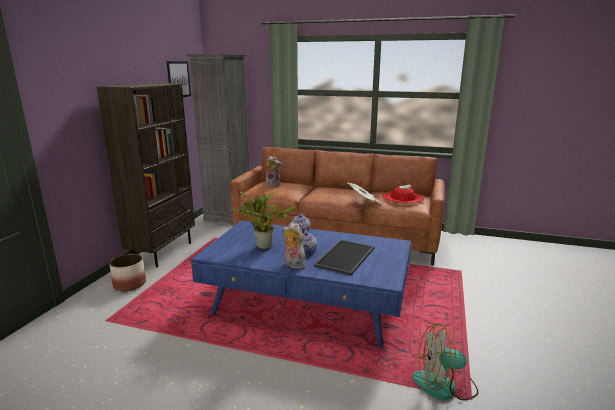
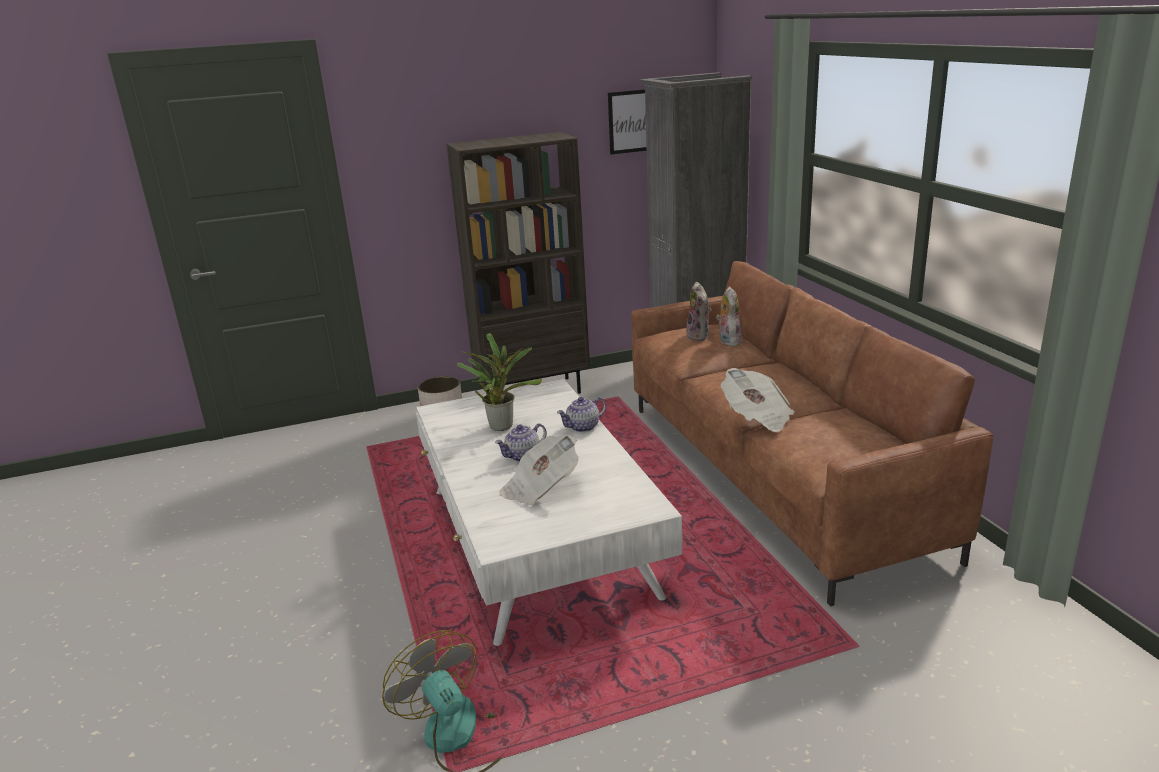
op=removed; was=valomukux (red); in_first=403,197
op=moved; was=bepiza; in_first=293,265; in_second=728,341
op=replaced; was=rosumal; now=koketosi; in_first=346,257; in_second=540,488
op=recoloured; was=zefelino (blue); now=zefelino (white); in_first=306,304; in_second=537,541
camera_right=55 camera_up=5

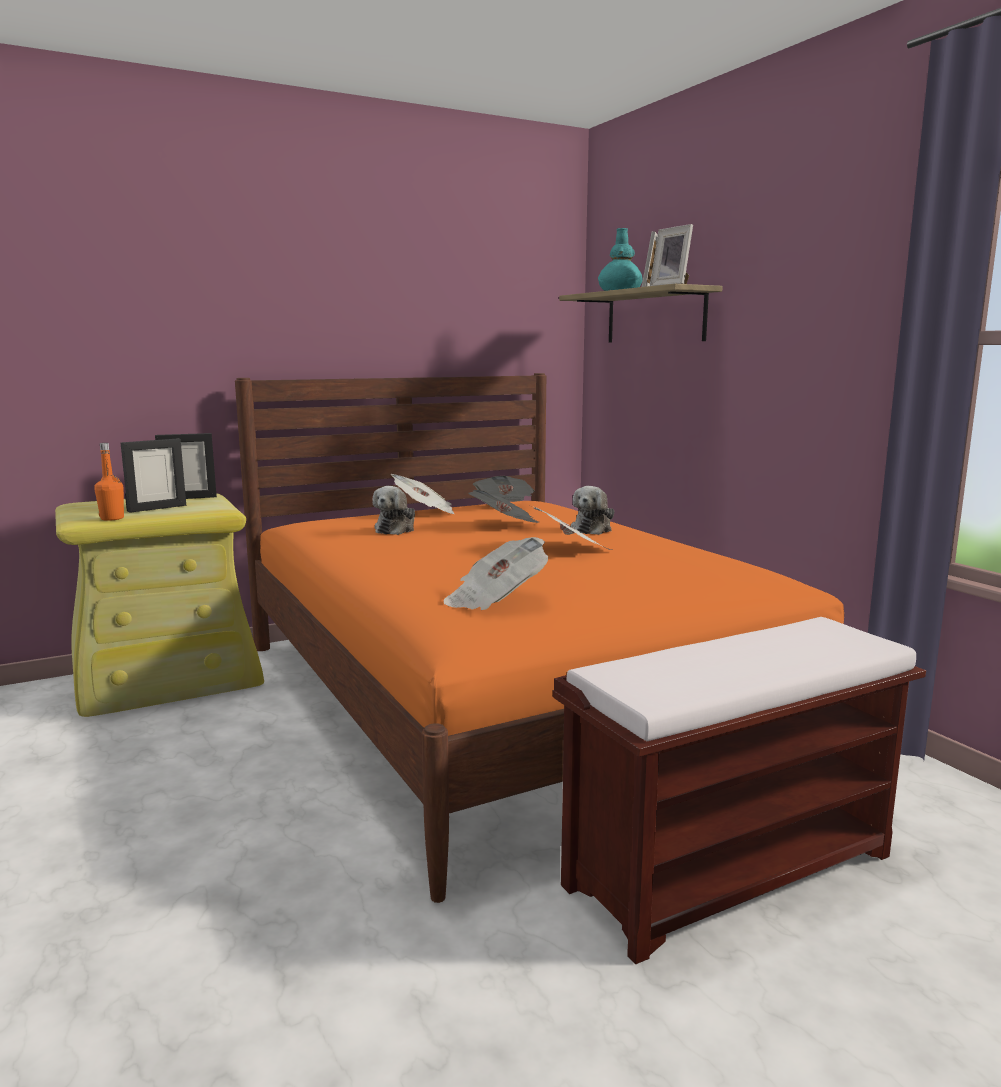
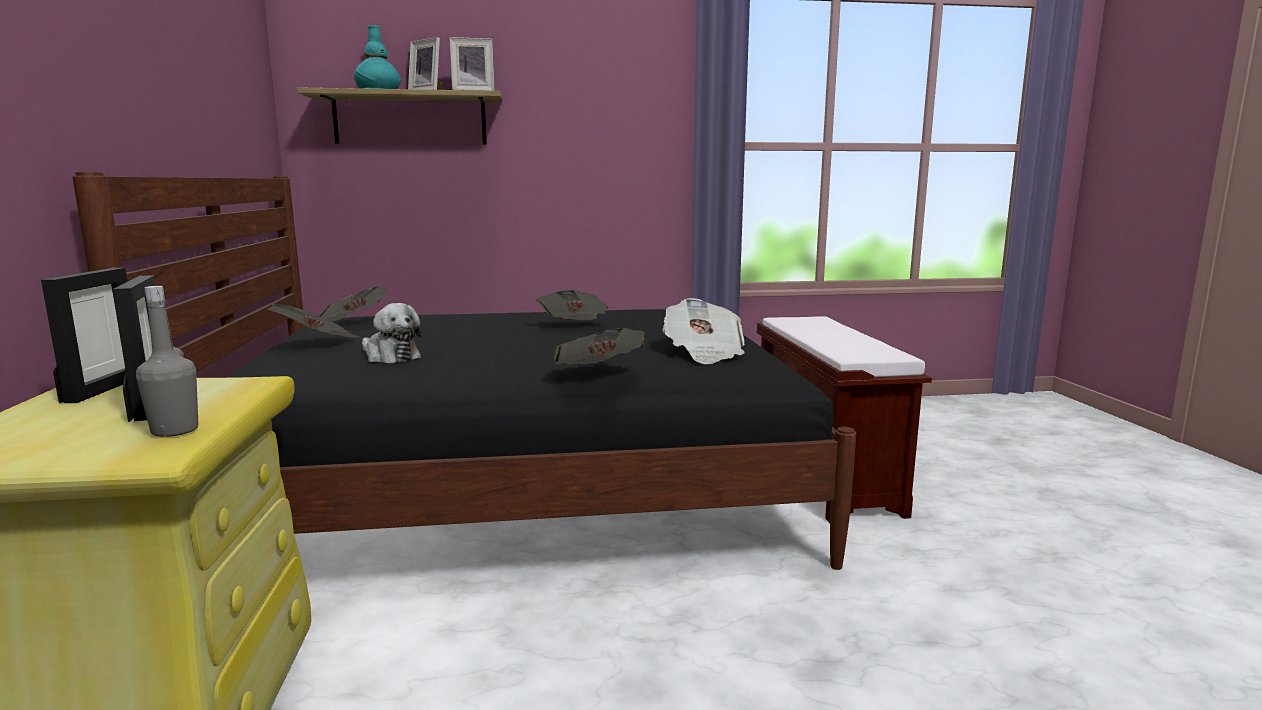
op=removed; was=bepiza; in_first=592,529
op=moved; was=koketosi; in_first=505,526; in_second=598,374
op=recoloured; was=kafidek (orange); now=kafidek (grey); in_first=112,518; in_second=175,430
op=recoloured; was=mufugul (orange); now=mufugul (black); in_first=506,698; in_second=521,491
camera_right=-70 camera_up=0

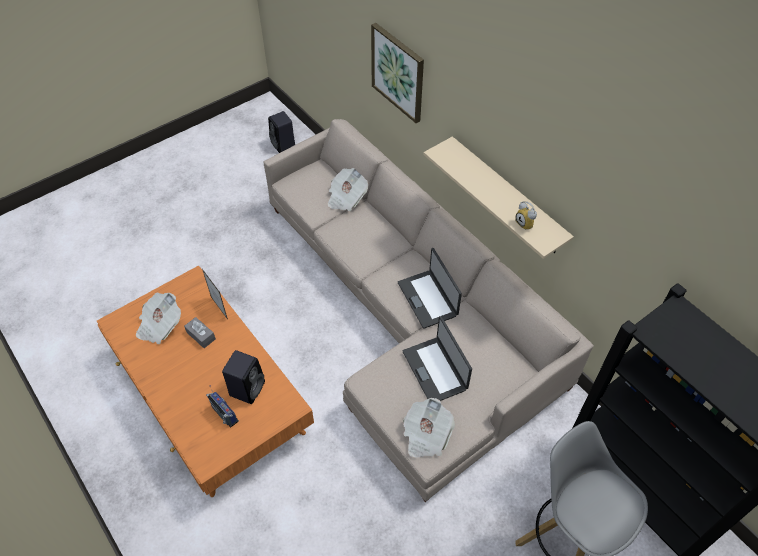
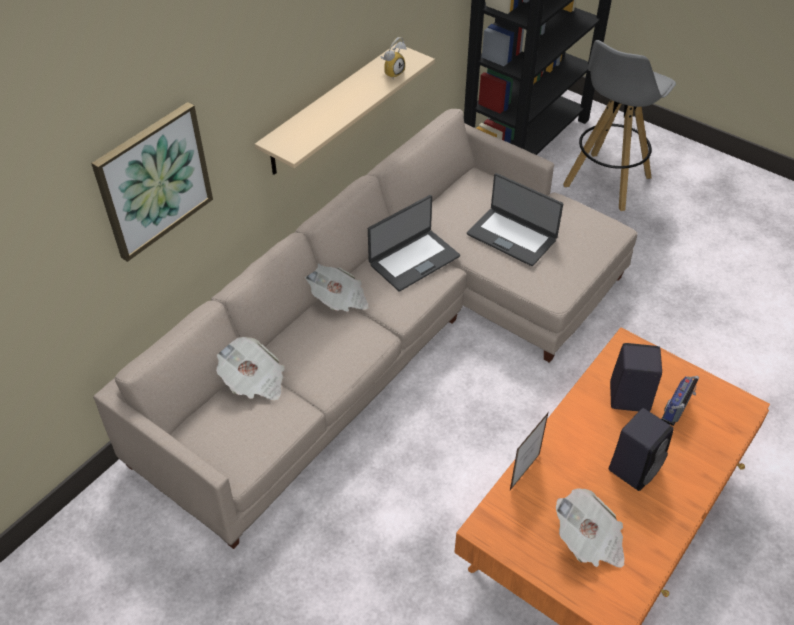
op=removed; was=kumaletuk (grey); in_first=201,335
op=moved; was=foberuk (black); in_first=283,145; in_second=635,467
op=moved; was=koketosi; in_first=426,435; in_second=339,299
op=turned; was=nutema; in_first=435,370; in_second=512,236; clockwise=75
camera_right=-105 camera_up=-5

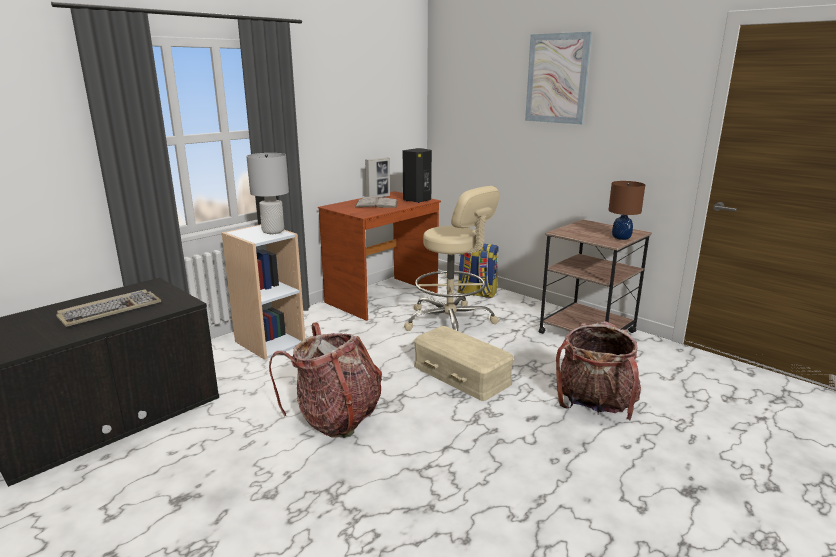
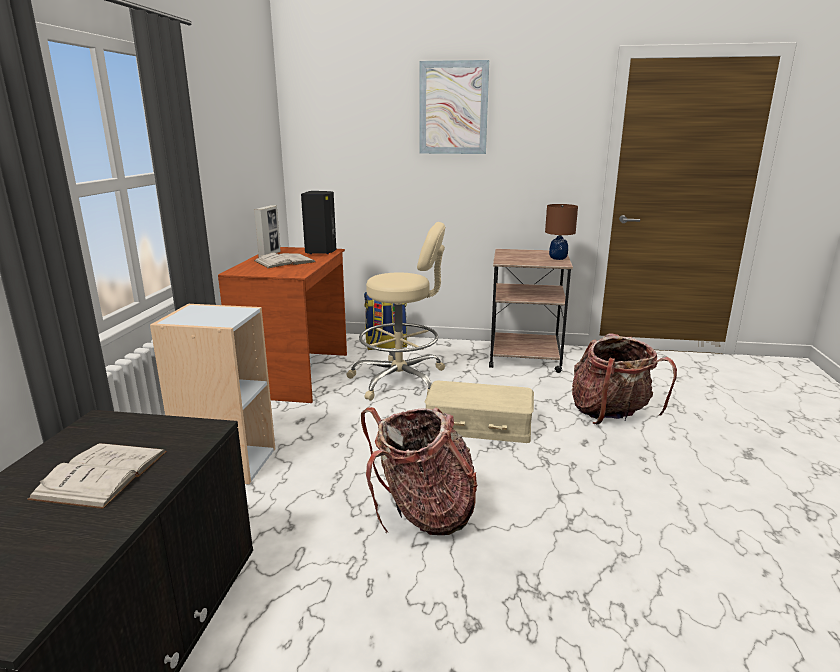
op=removed; was=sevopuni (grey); in_first=273,233
op=replaced; was=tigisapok; now=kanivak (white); in_first=110,310; in_second=102,474
camera_right=-35 camera_up=0

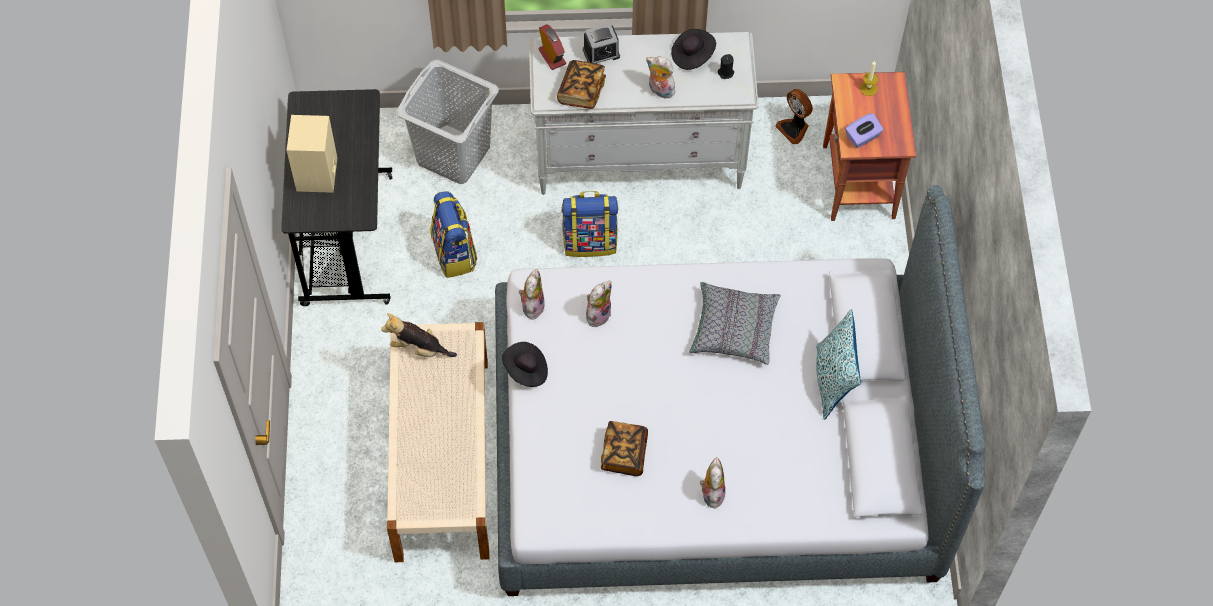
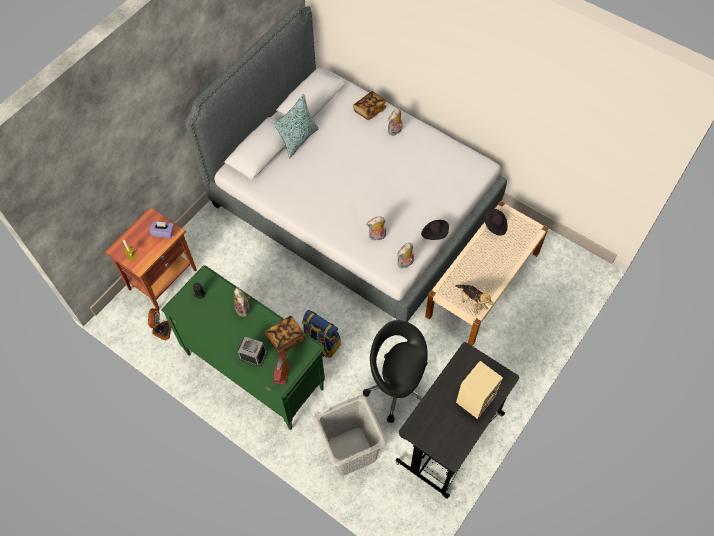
op=removed; was=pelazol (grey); in_first=734,329
op=moved; was=kanivak; in_first=624,454; in_second=369,110
op=moved; was=valomukux (black); in_first=692,55; in_second=494,226
op=replaced; was=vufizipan; now=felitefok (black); in_first=455,254; in_second=397,387
op=recoloured; was=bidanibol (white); now=bidanibol (green); in_first=641,160; in_second=254,370
camera_right=-140 camera_up=0

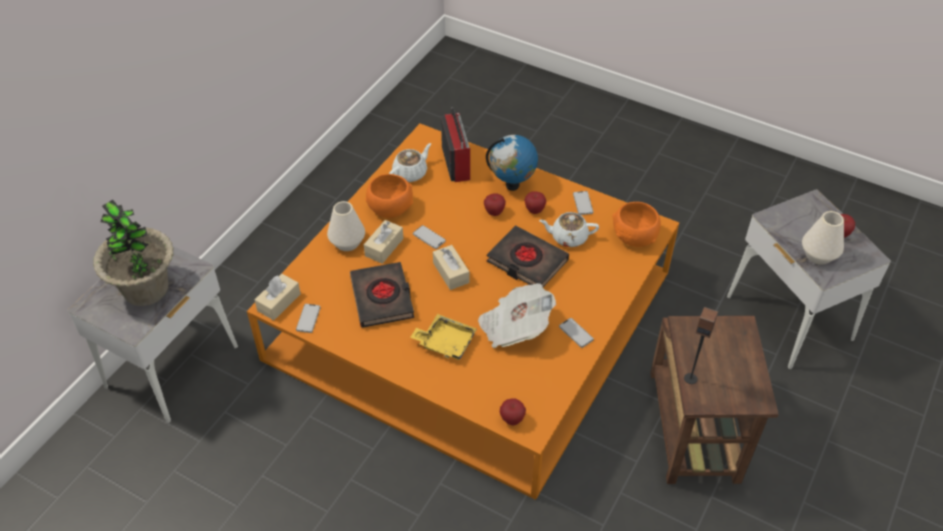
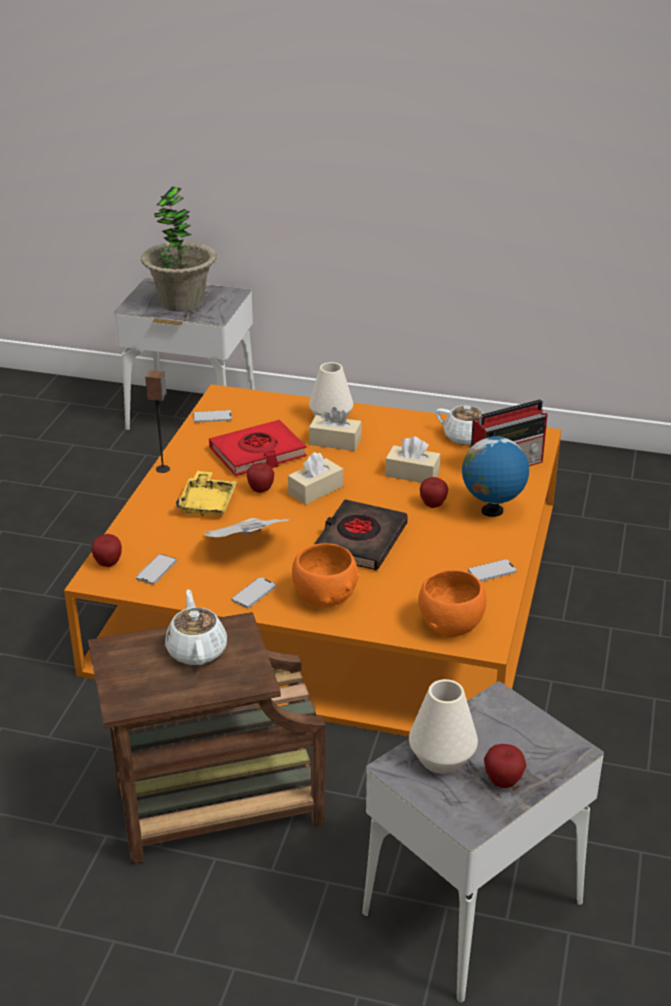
op=moved; was=kumaletuk (beige); in_first=279,302; in_second=412,474
op=moved; was=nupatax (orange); in_first=390,208; in_second=325,596
op=moved; was=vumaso; in_first=429,237; in_second=156,570
op=moved; was=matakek; in_first=534,210; in_second=261,490
op=moved; was=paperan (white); in_first=568,237; in_second=197,650
op=moved; was=foberuk; in_first=690,378; in_second=163,469
op=recoloured; was=kanivak (black); now=kanivak (red); in_first=382,298; in_second=258,453
camera_right=75 camera_up=-15

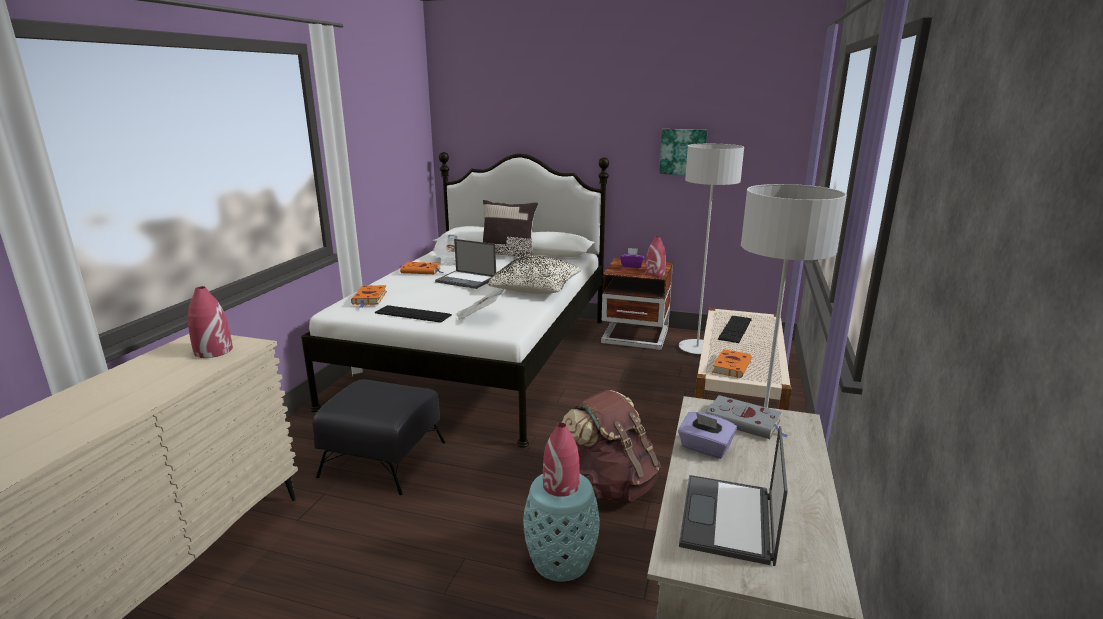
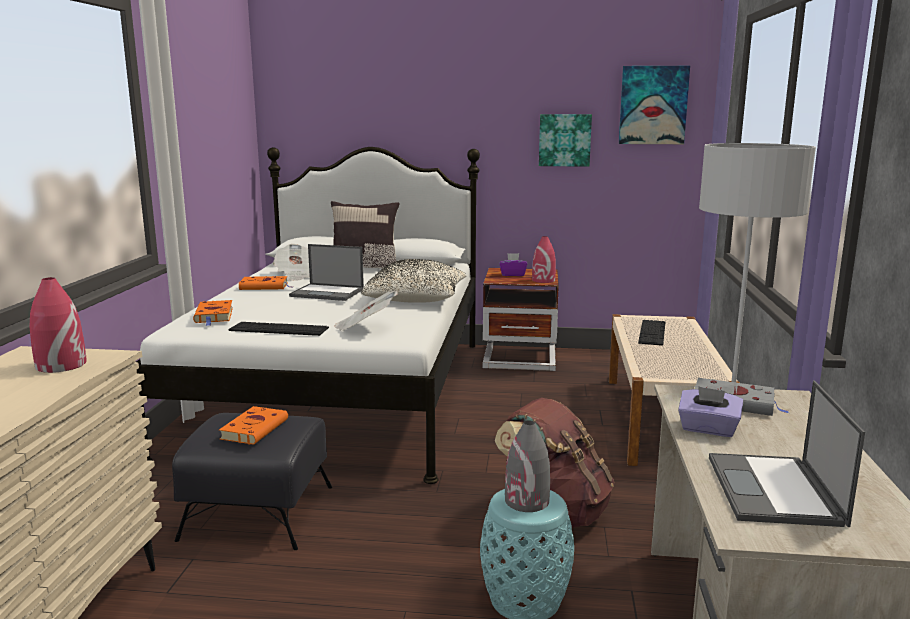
op=removed; was=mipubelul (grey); in_first=697,348
op=added; now=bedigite; in_second=653,105
op=moved; was=kanivak (orange); in_first=731,366; in_second=255,429
op=recoloured; was=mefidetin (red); now=mefidetin (grey); in_first=561,486; in_second=527,501
camera_right=-10 camera_up=-5

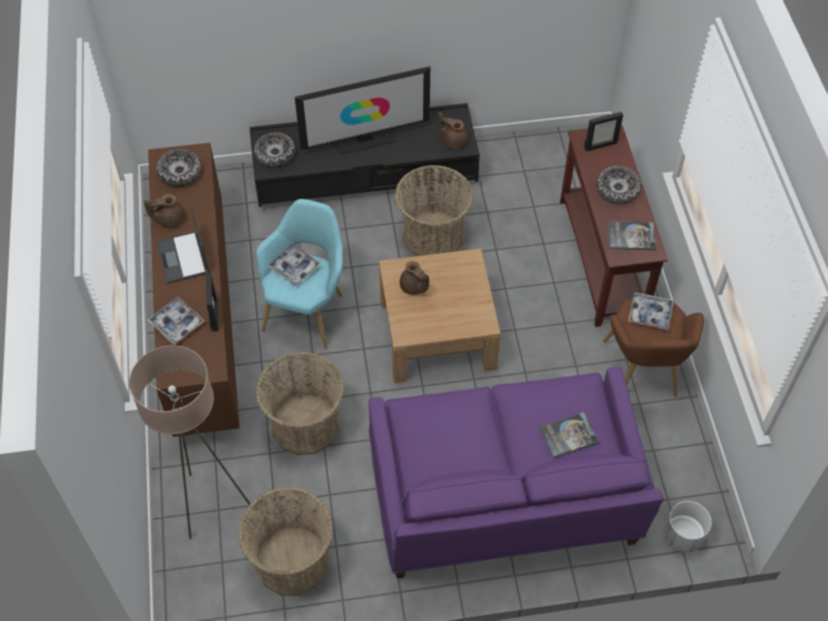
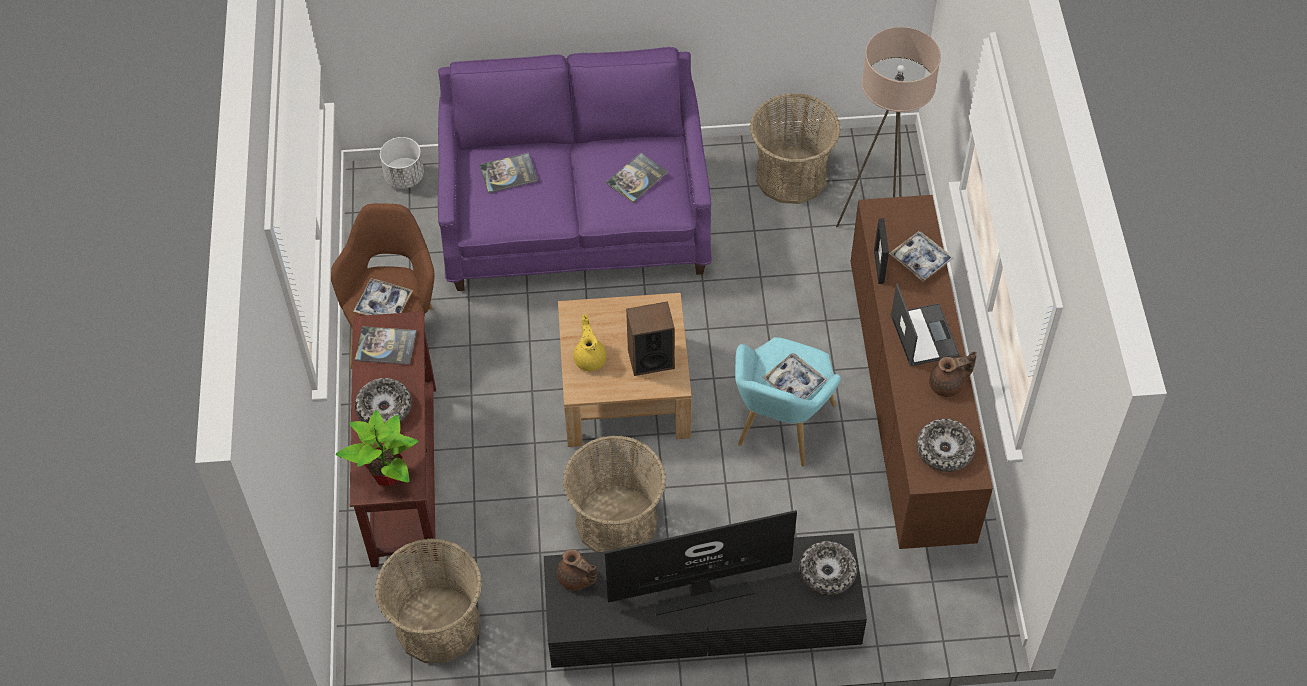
op=added; now=paperan (yellow); in_second=590,358
op=added; now=kanivak; in_second=637,178
op=moved; was=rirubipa; in_first=305,424; in_second=437,625
op=replaced; was=paperan (brown); now=foberuk; in_first=414,287; in_second=650,359
op=replaced; was=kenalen; now=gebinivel; in_first=600,145; in_second=388,474
camera_right=-175 camera_up=0

